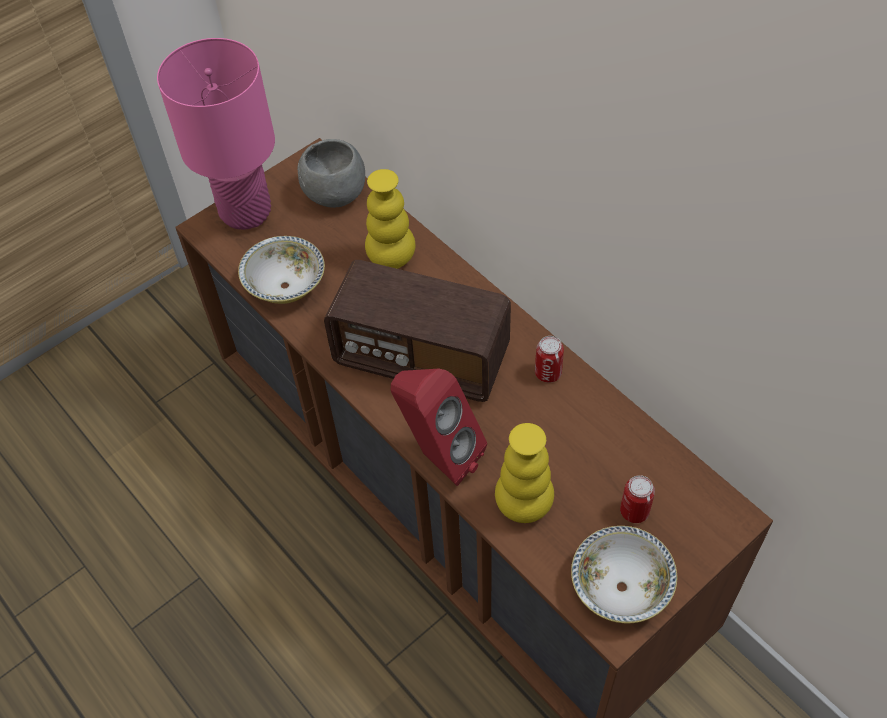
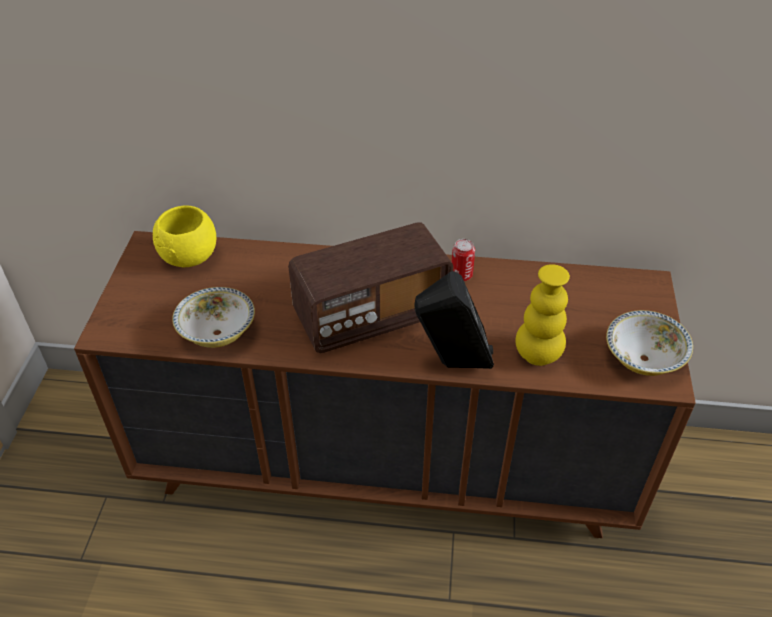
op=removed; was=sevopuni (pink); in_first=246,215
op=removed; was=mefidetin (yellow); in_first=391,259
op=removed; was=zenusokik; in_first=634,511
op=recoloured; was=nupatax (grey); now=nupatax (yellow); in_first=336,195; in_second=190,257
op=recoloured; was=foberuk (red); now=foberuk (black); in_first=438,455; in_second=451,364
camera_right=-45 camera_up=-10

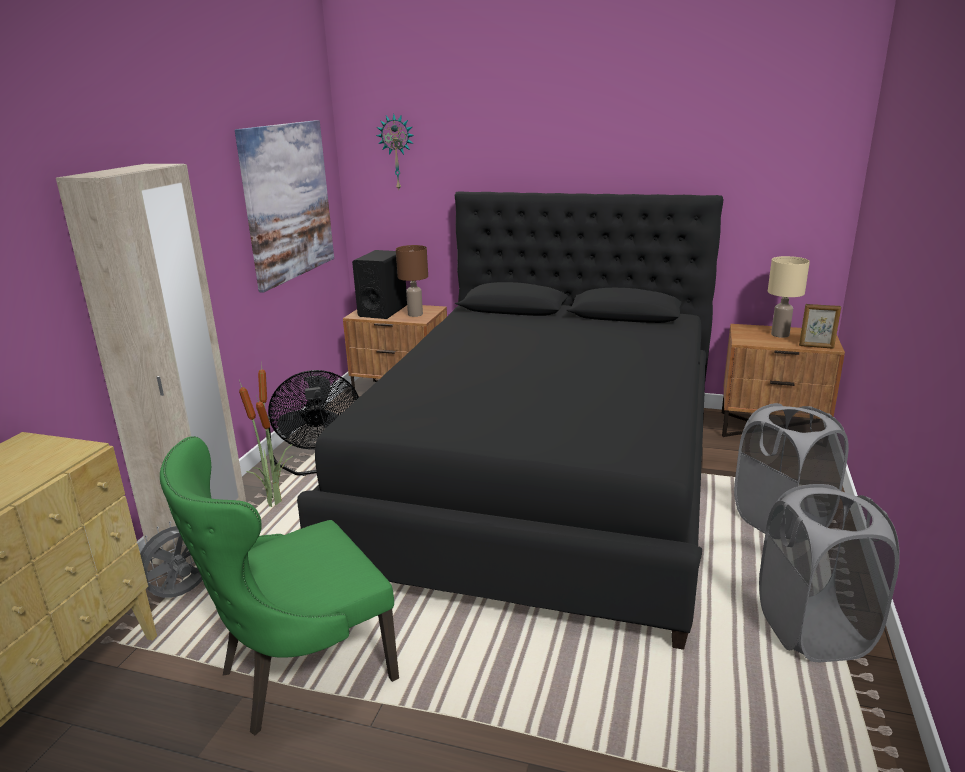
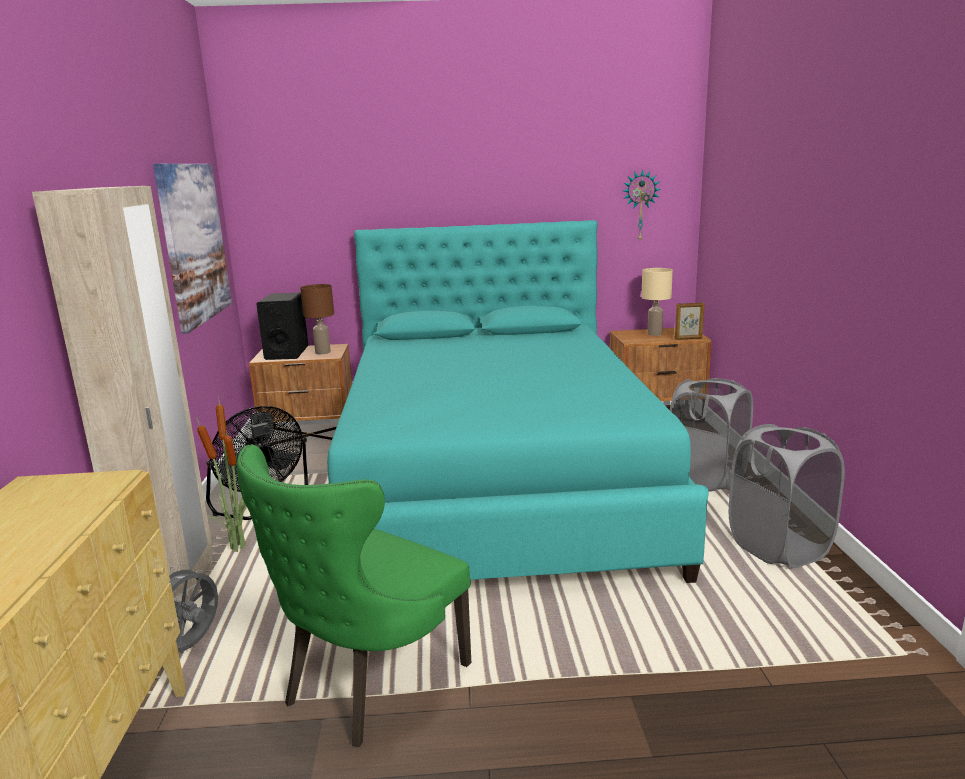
op=moved; was=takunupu; in_first=397,152; in_second=640,206
op=recoloured; was=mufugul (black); now=mufugul (turquoise); in_first=544,479; in_second=496,482
camera_right=-20 camera_up=-5

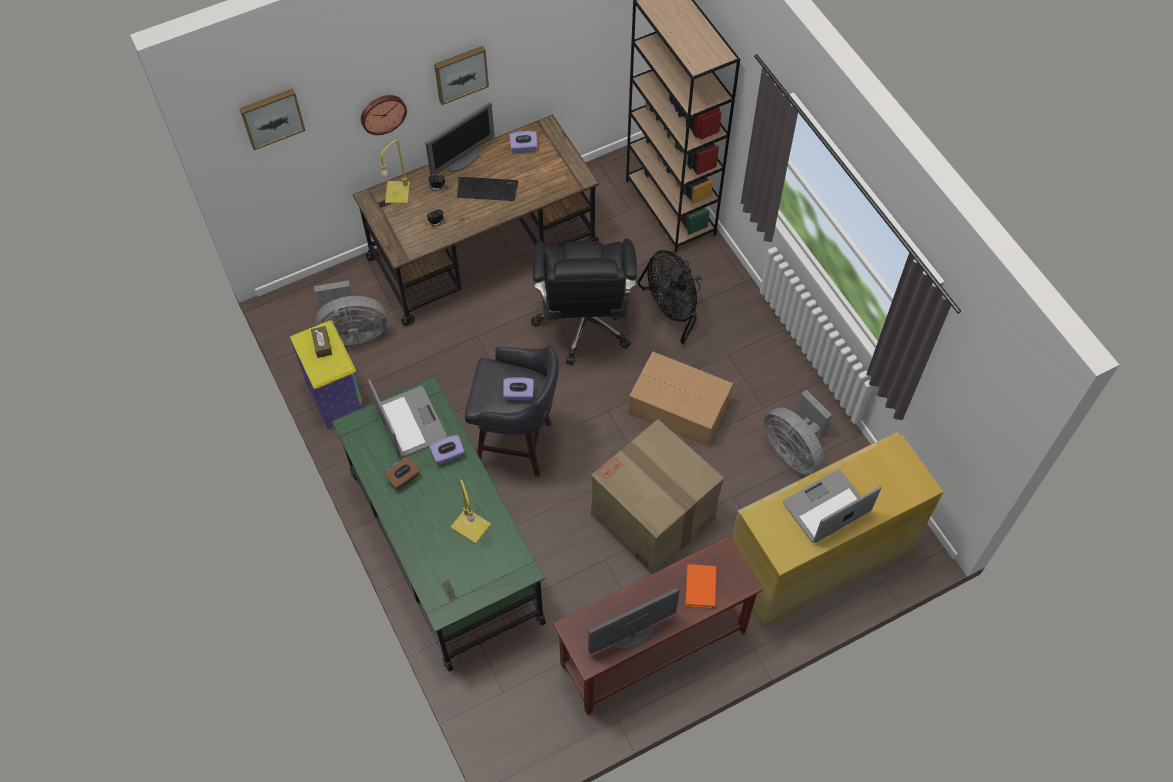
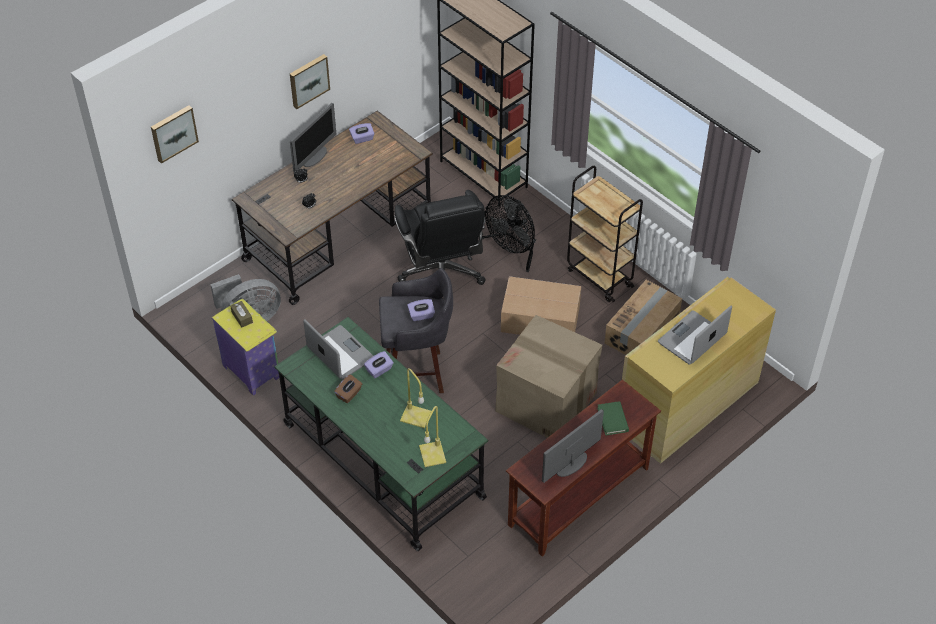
op=removed; was=takunupu; in_first=382,113
op=removed; was=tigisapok; in_first=487,189
op=added; now=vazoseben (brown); in_second=600,278
op=moved; was=sevopuni (yellow); in_first=397,192; in_second=432,453
op=replaced; was=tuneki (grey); now=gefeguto; in_first=794,451; in_second=642,330
op=recoloured; was=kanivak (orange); now=kanivak (green); in_first=701,587; in_second=612,419
camera_right=-15 camera_up=-10

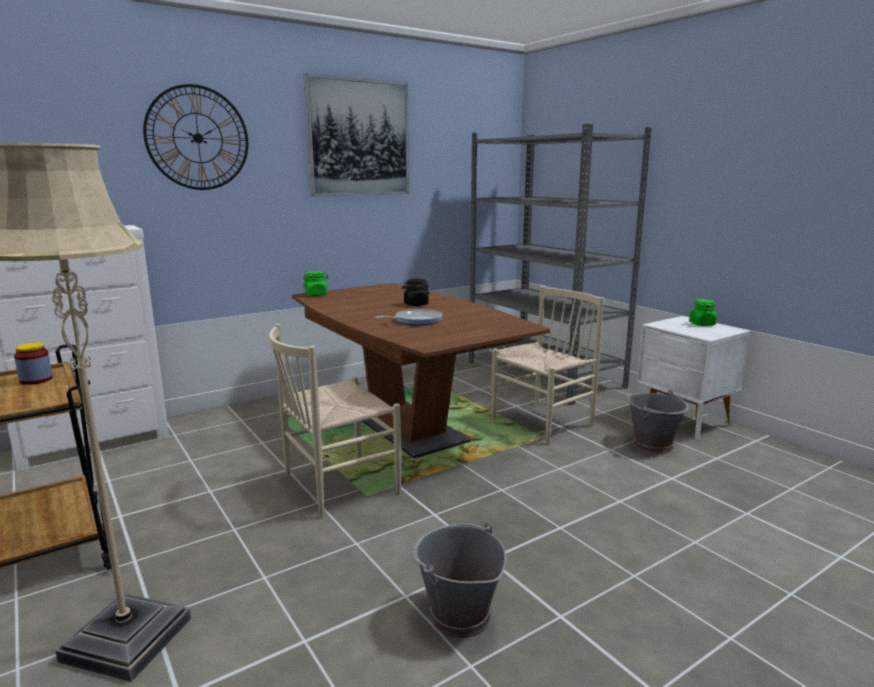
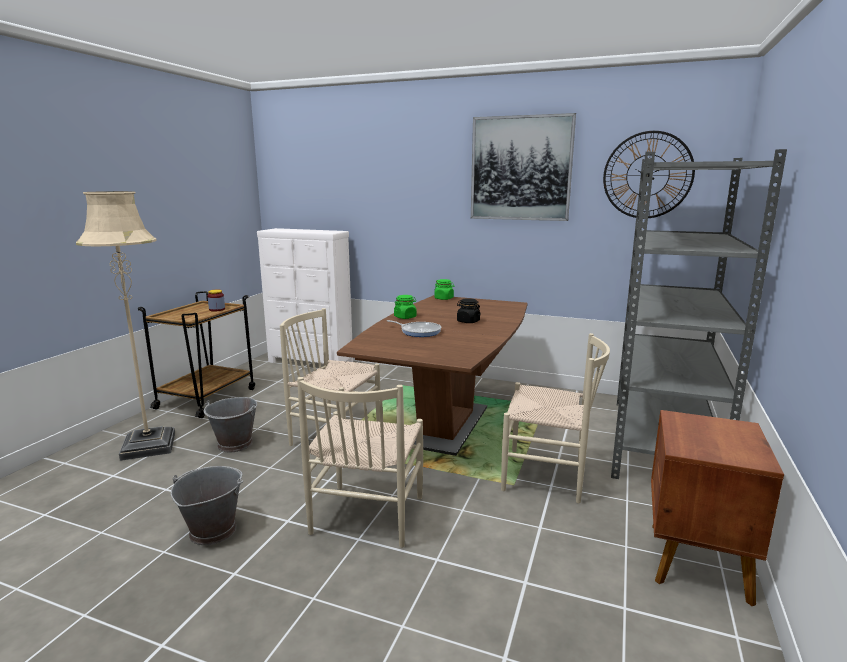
op=added; now=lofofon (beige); in_second=366,518
op=moved; was=takunupu; in_first=198,138; in_second=647,175
op=moved; was=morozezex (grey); in_first=653,445; in_second=235,444
op=moved; was=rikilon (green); in_first=701,324; in_second=405,317
op=recoloured; was=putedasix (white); now=putedasix (brown); in_first=685,422; in_second=696,562
camera_right=55 camera_up=0

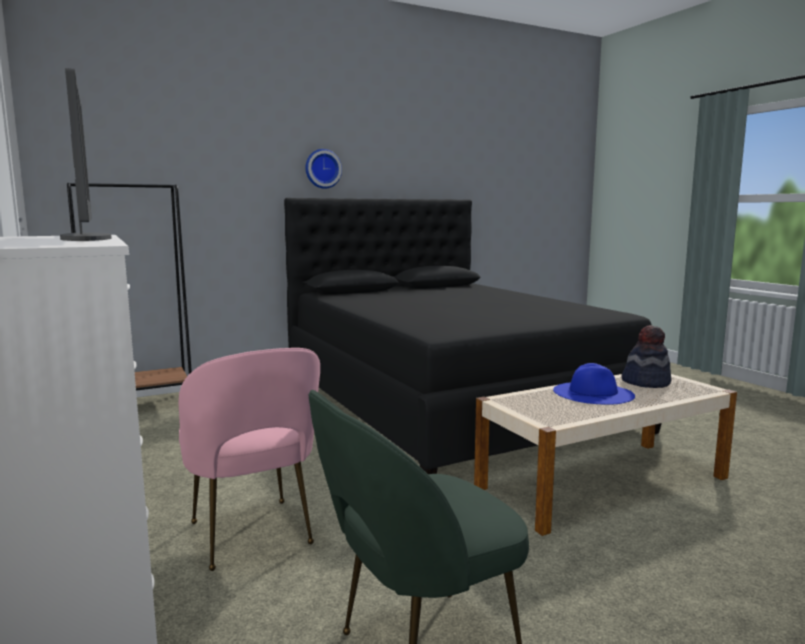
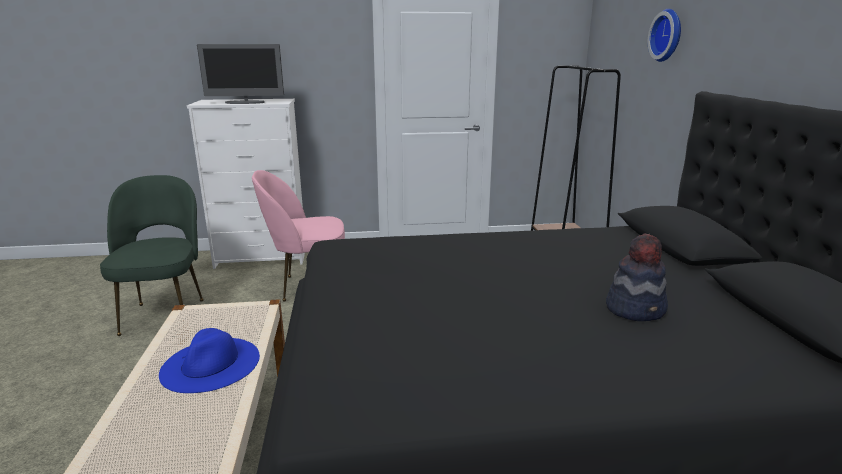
op=moved; was=takunupu; in_first=322,169; in_second=668,35
op=moved; was=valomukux; in_first=646,382; in_second=636,309
camera_right=110 camera_up=10

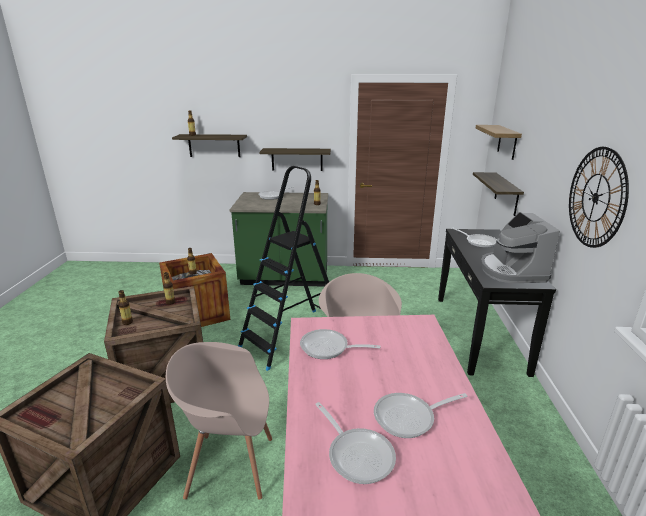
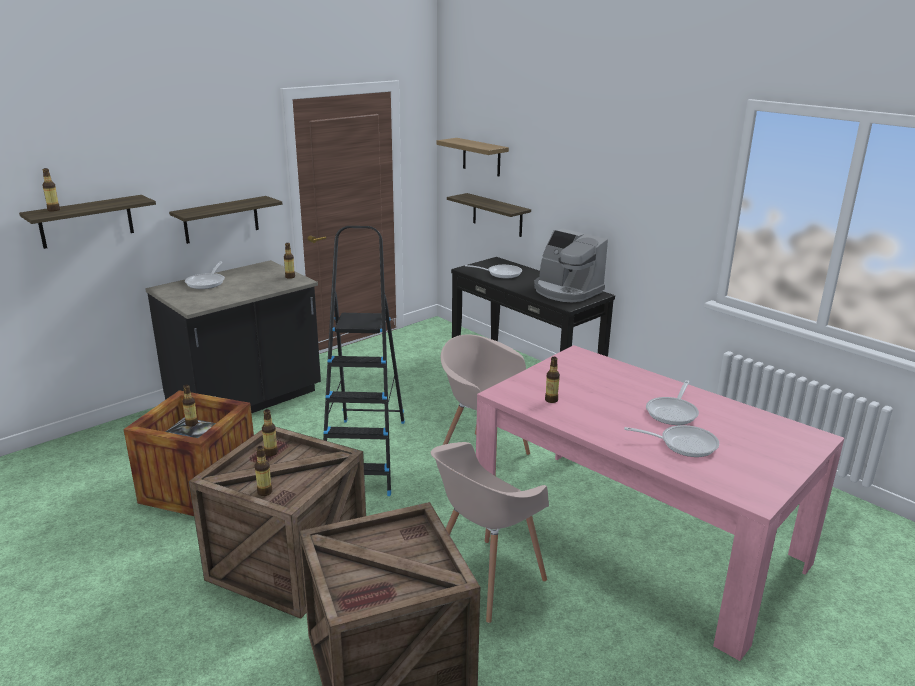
op=removed; was=takunupu; in_first=596,197
op=replaced; was=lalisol; now=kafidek; in_first=328,348; in_second=551,400
op=recoloured; was=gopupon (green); now=gopupon (black); in_first=284,277; in_second=246,401
camera_right=-45 camera_up=0

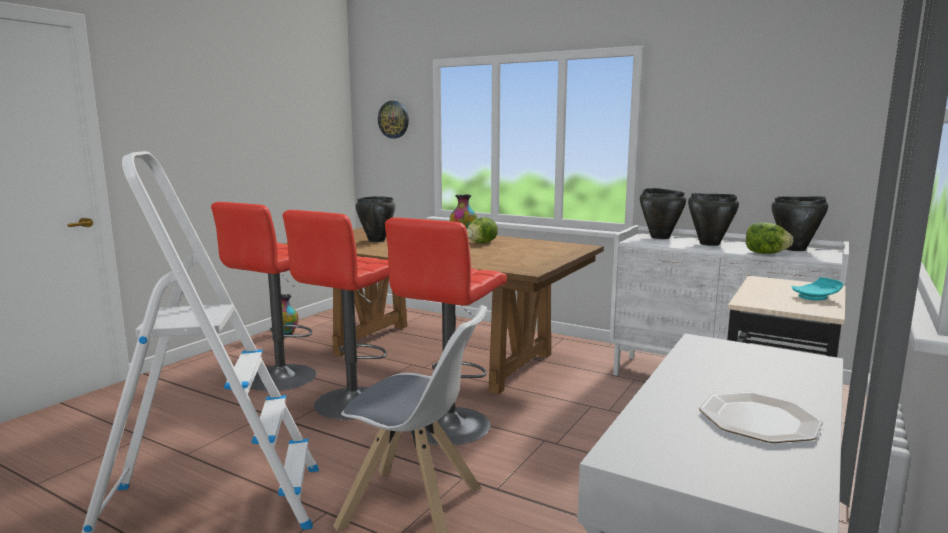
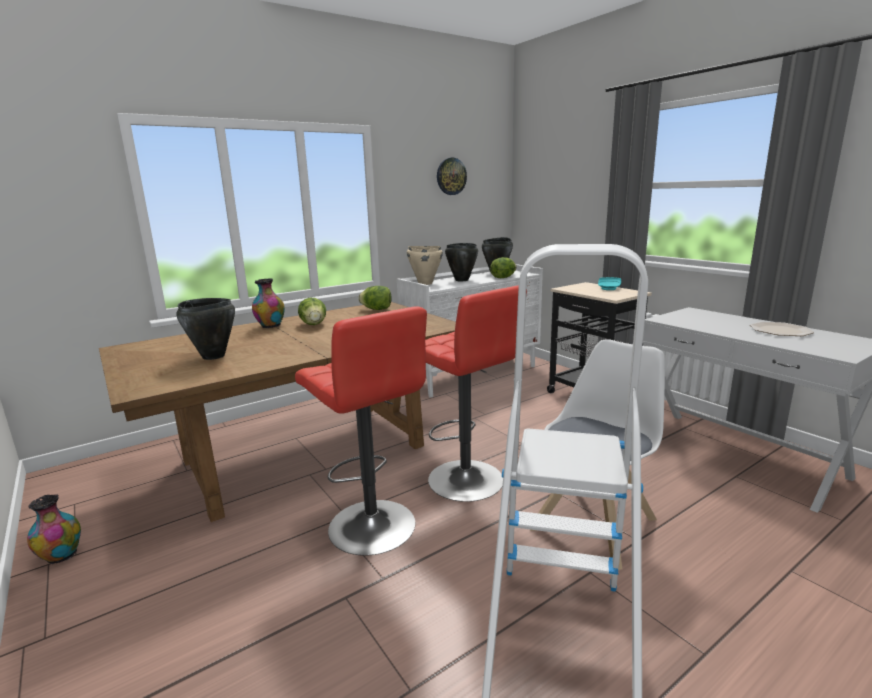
op=removed; was=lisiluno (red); in_first=280,378
op=added; now=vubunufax; in_second=376,309
op=moved; was=takunupu; in_first=393,119; in_second=451,176
op=recoloured; was=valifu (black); now=valifu (beige); in_first=660,237; in_second=425,283
camera_right=-65 camera_up=5

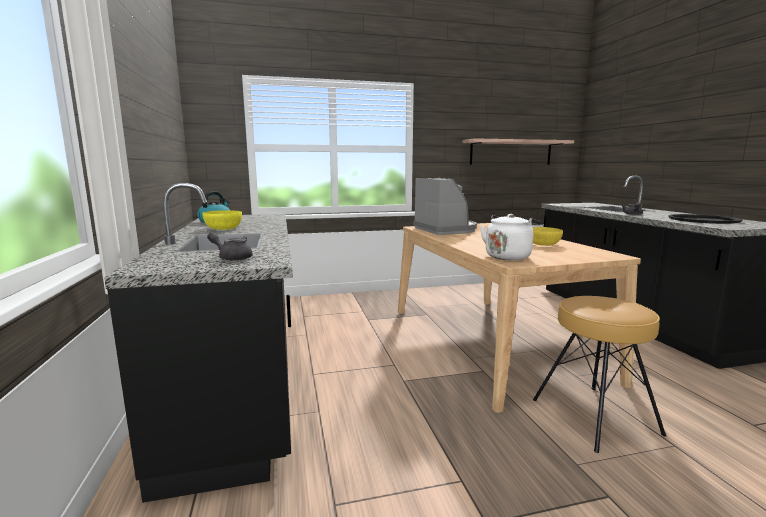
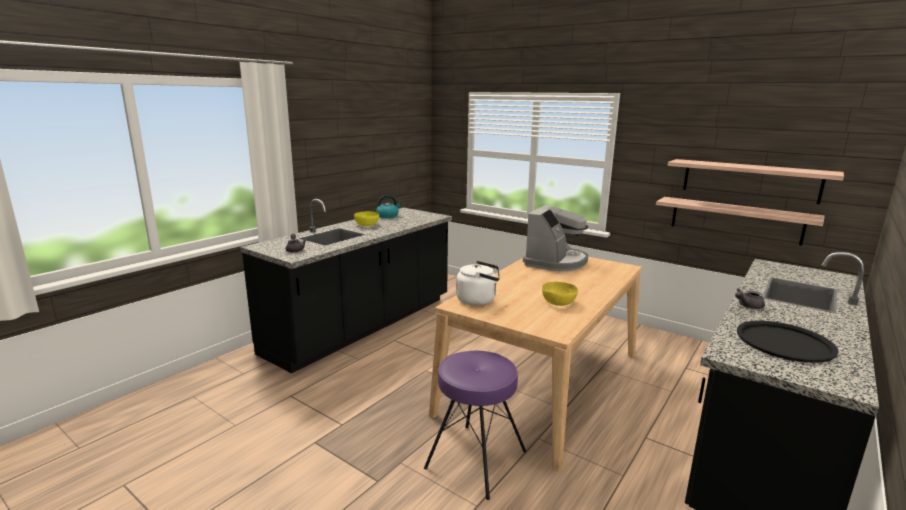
op=added; now=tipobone; in_second=735,220
op=recoloured; was=lisiluno (brown); now=lisiluno (purple); in_first=594,416; in_second=475,459
camera_right=50 camera_up=5

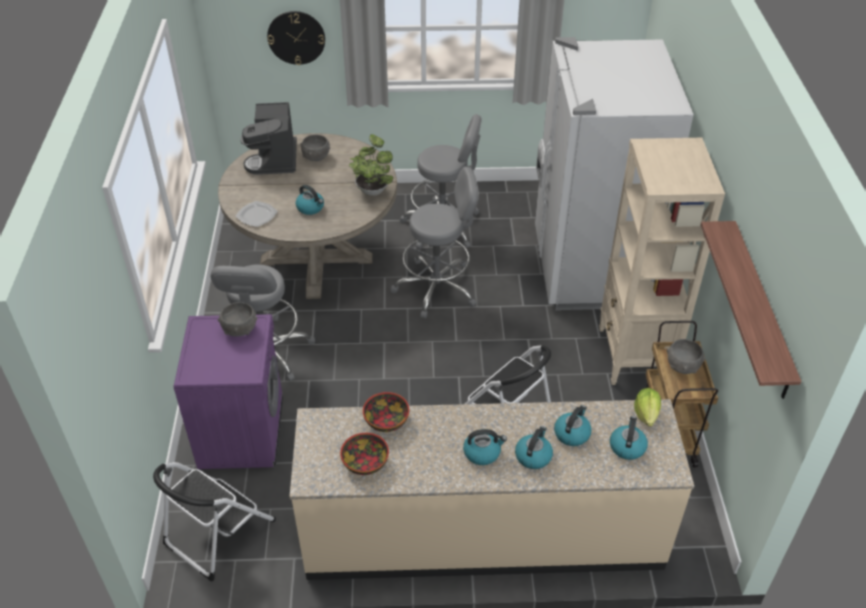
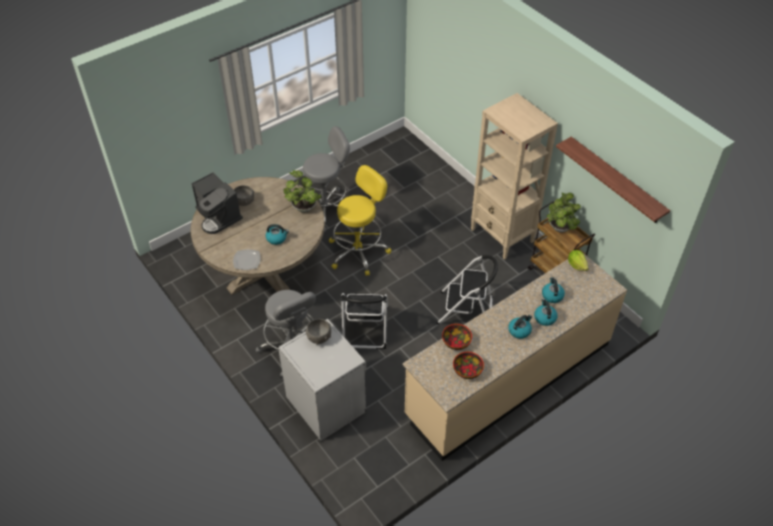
op=removed; was=takunupu; in_first=296,37
op=removed; was=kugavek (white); in_first=588,267
op=removed; was=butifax; in_first=627,446
op=moved; was=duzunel; in_first=216,534; in_second=365,328
op=replaced; was=nupatax (grey); now=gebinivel; in_first=682,366; in_second=560,229
op=recoloured; was=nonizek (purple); now=nonizek (white); in_first=244,432; in_second=327,403
op=recoloured; was=lisiluno (grey); now=lisiluno (yellow); in_first=438,288; in_second=359,251
camera_right=-35 camera_up=5

